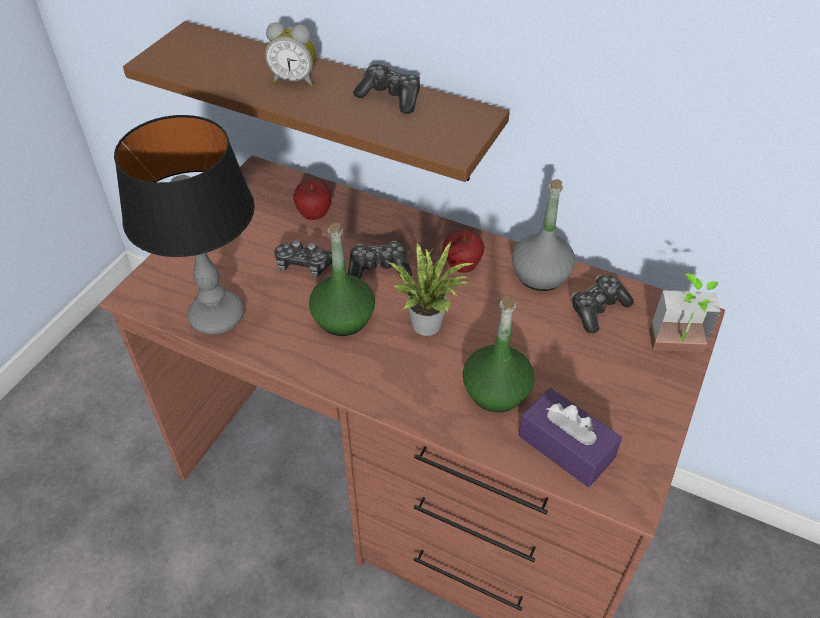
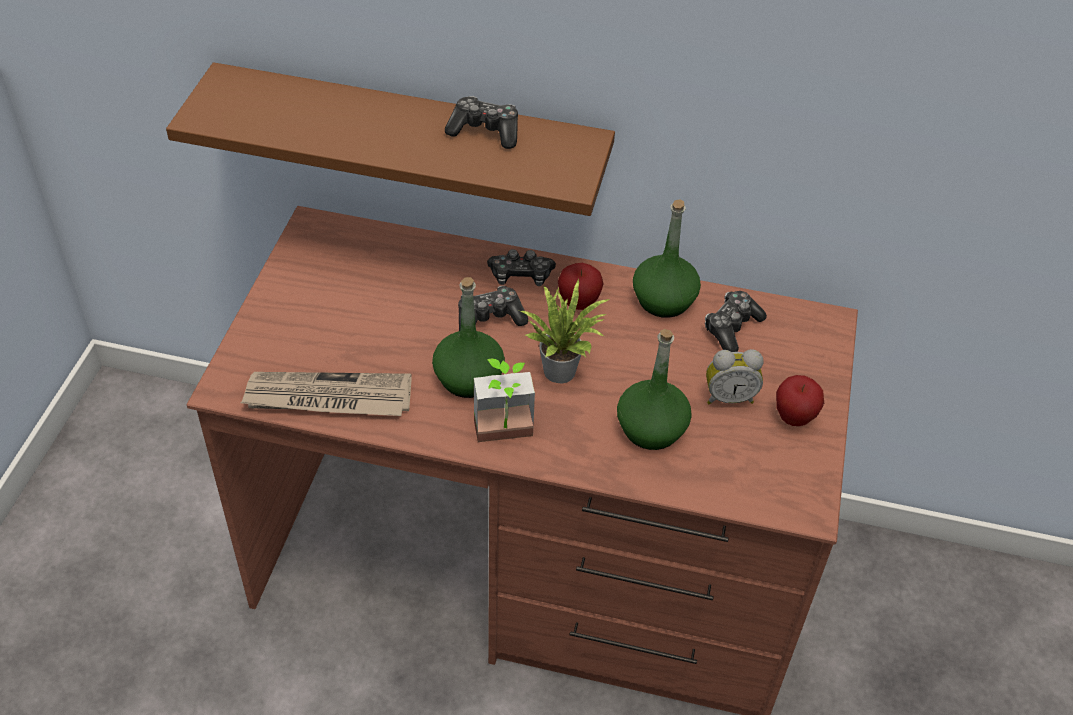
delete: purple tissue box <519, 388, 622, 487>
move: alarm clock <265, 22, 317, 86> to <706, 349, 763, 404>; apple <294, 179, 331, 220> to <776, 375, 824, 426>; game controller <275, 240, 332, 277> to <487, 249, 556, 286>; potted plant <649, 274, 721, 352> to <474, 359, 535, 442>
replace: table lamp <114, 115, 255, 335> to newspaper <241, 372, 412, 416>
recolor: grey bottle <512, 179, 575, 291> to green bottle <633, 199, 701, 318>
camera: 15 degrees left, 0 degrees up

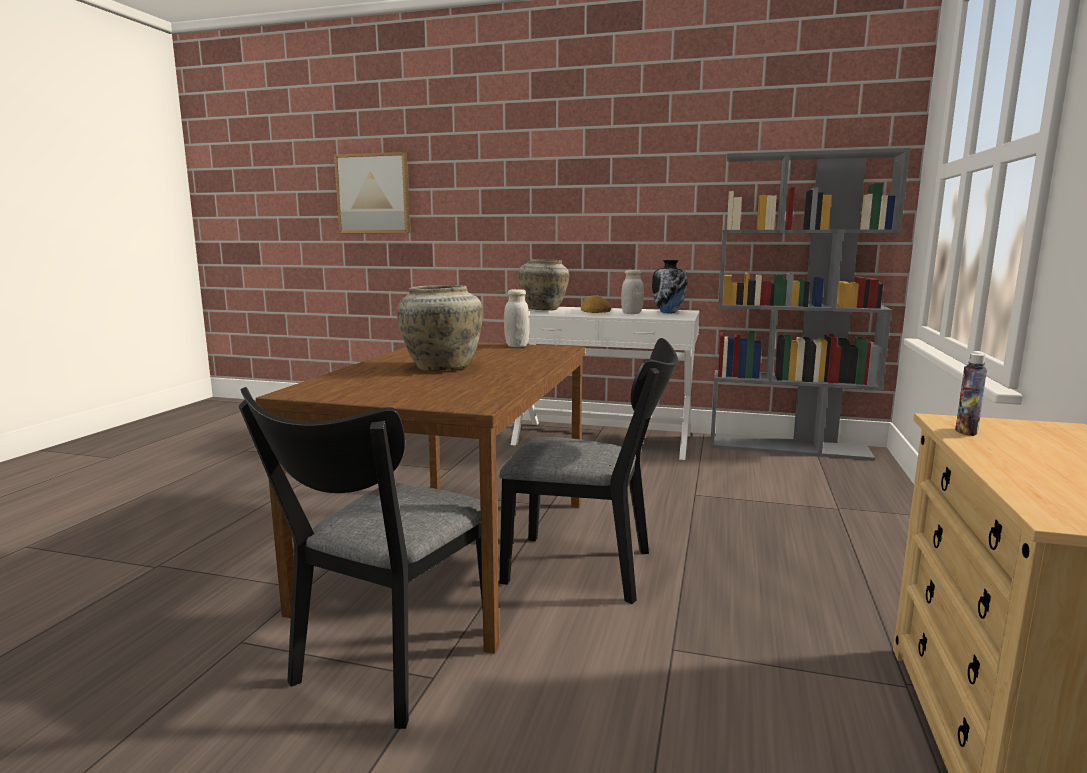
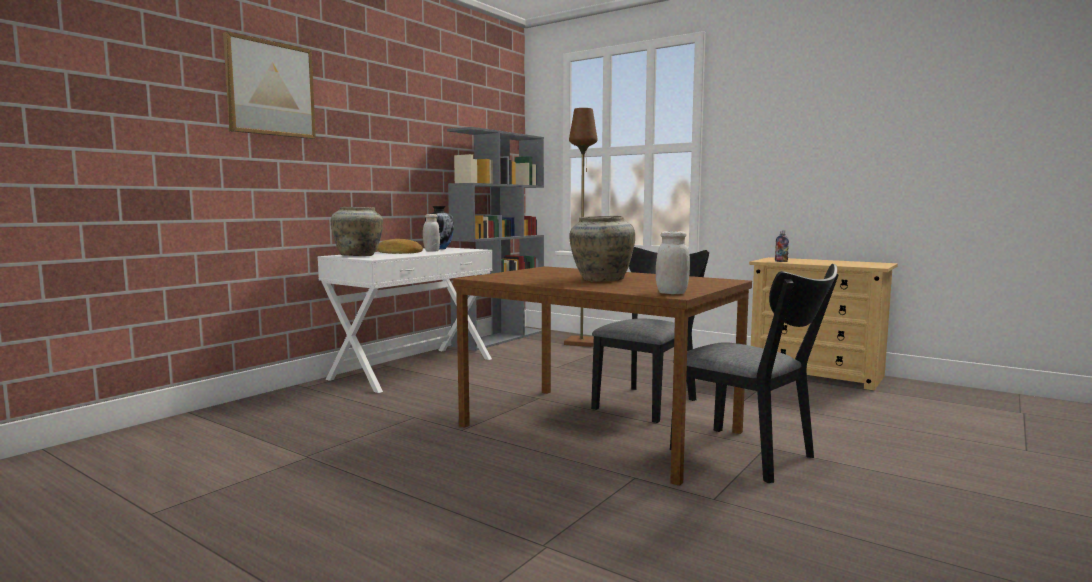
insert: brown floor lamp <564, 108, 598, 347>
move: picture <334, 152, 410, 233> to <223, 32, 316, 139>; white jar <504, 289, 530, 347> to <656, 231, 690, 294>
camera: 70 degrees left, 5 degrees down

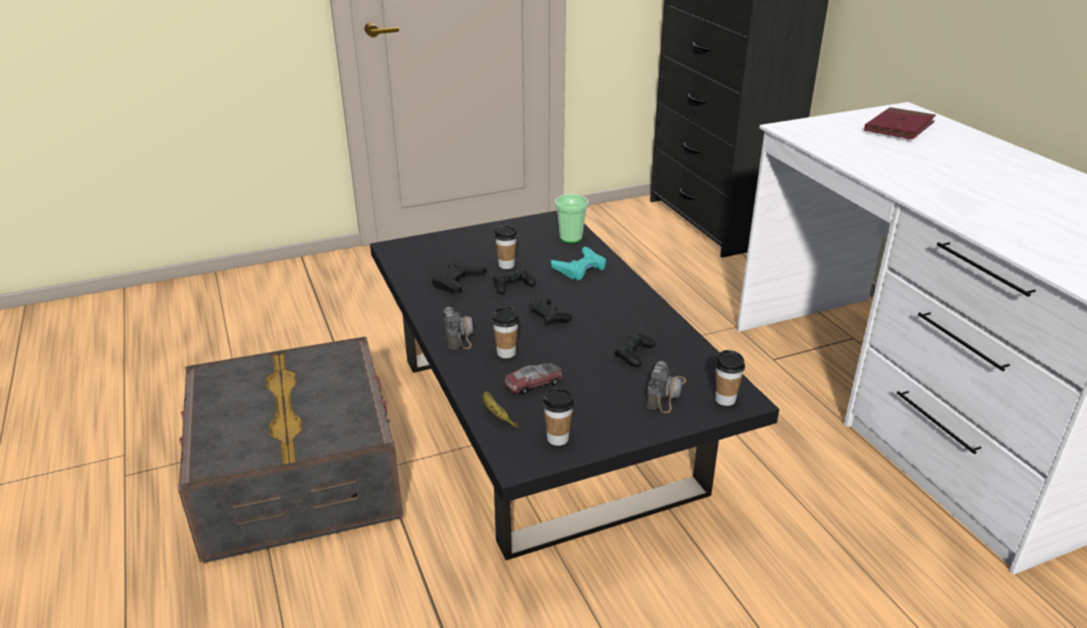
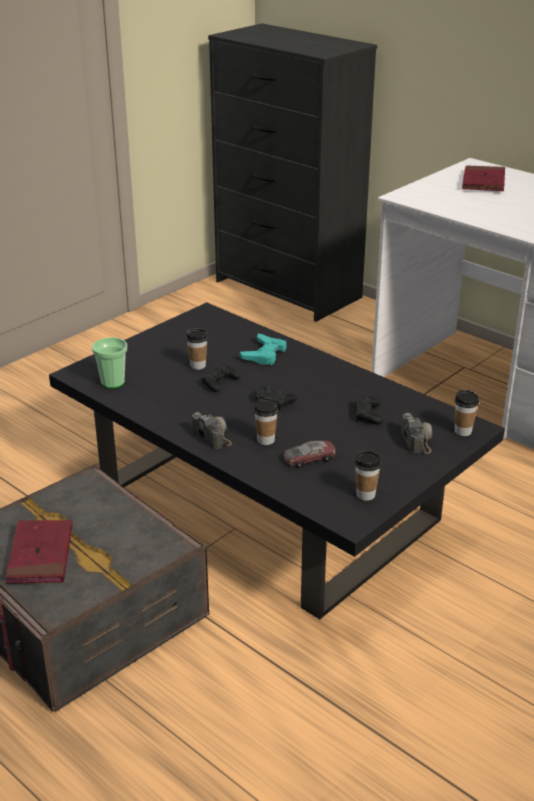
delete: black game controller <431, 260, 486, 293>; banana <482, 391, 520, 428>
insert: red book <5, 520, 73, 584>
move: cup <555, 194, 589, 243> to <92, 337, 127, 388>
rotate: toy car <504, 363, 563, 394> = <283, 441, 336, 468> 150 degrees counterclockwise
camera: 25 degrees left, 0 degrees up

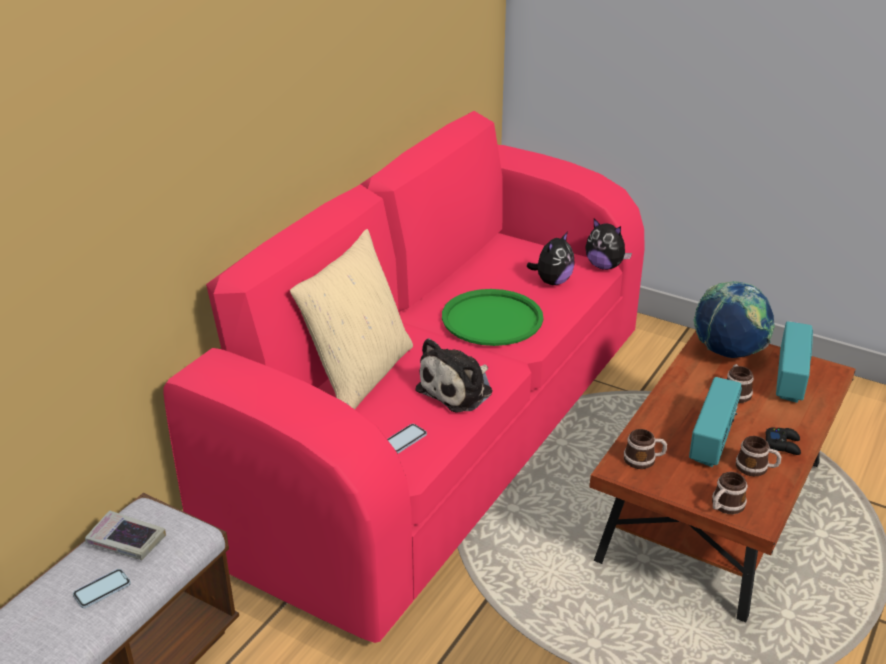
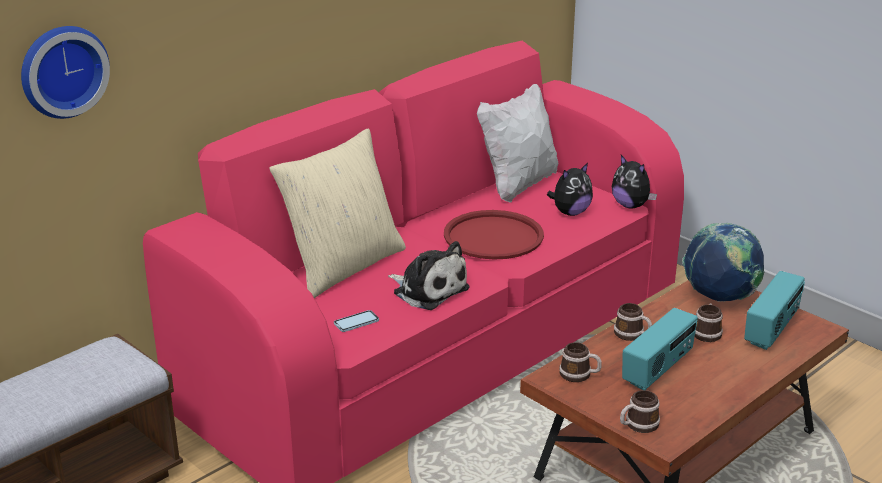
delete: black game controller <766, 427, 801, 455>; book <85, 510, 166, 560>; phone <73, 569, 131, 608>
insert: wall clock <21, 26, 110, 119>; white pillow <477, 84, 559, 203>
move: mug <736, 436, 781, 476> to <614, 303, 652, 341>
recolor: green tray <442, 289, 543, 346> to red tray <444, 210, 544, 259>
rotate: plush toy <415, 338, 493, 413> = <388, 241, 470, 310> 105 degrees counterclockwise
camera: 15 degrees right, 5 degrees down

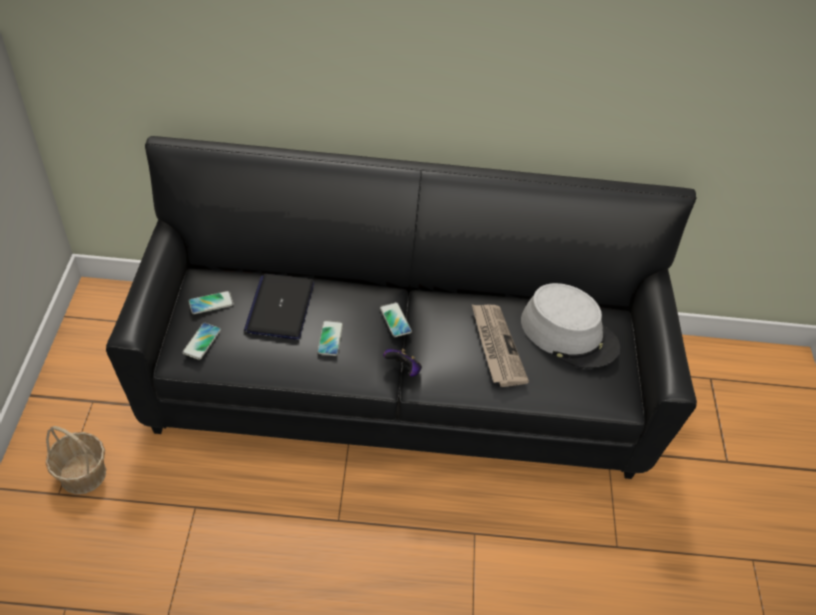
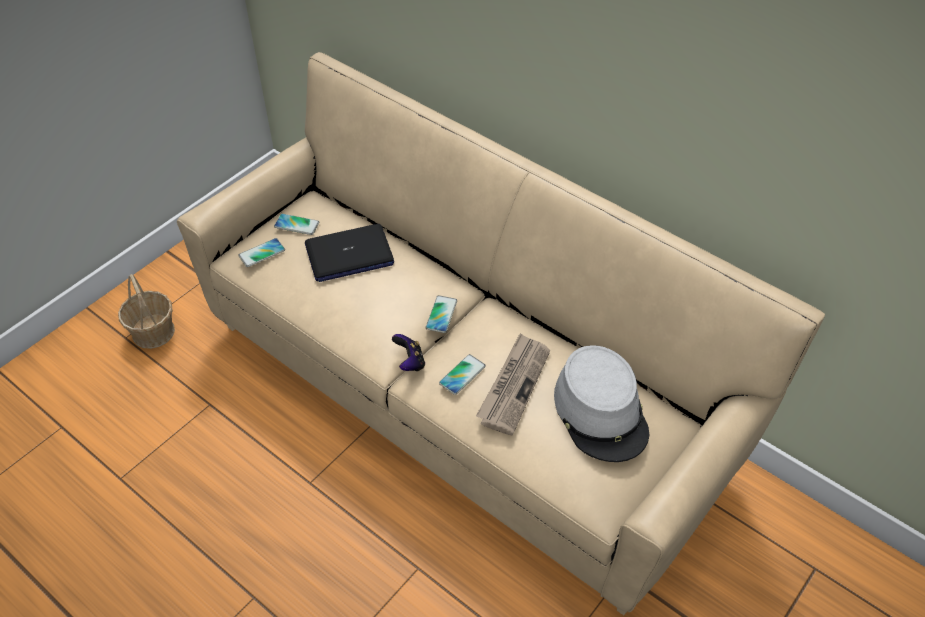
move: phone <317, 320, 343, 356> to <439, 354, 486, 395>
recolor: black sofa <106, 136, 697, 479> to beige sofa <177, 52, 825, 615>
rotate: laptop <244, 274, 314, 340> = <305, 224, 394, 282> 150 degrees counterclockwise
camera: 40 degrees right, 0 degrees up

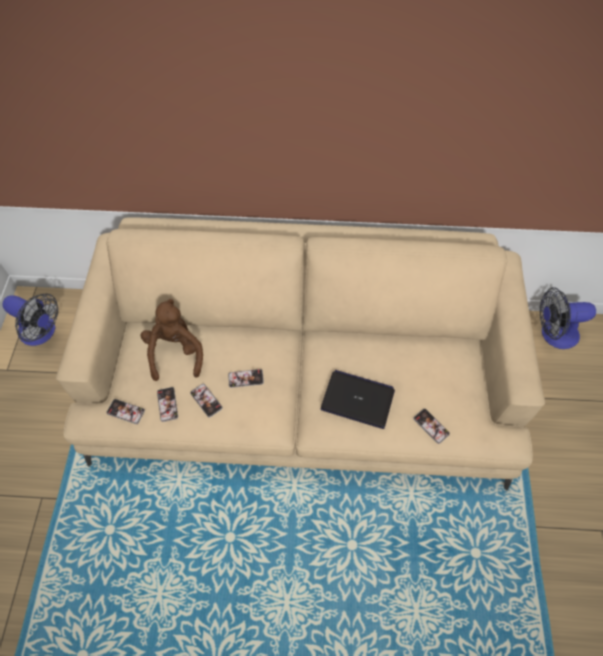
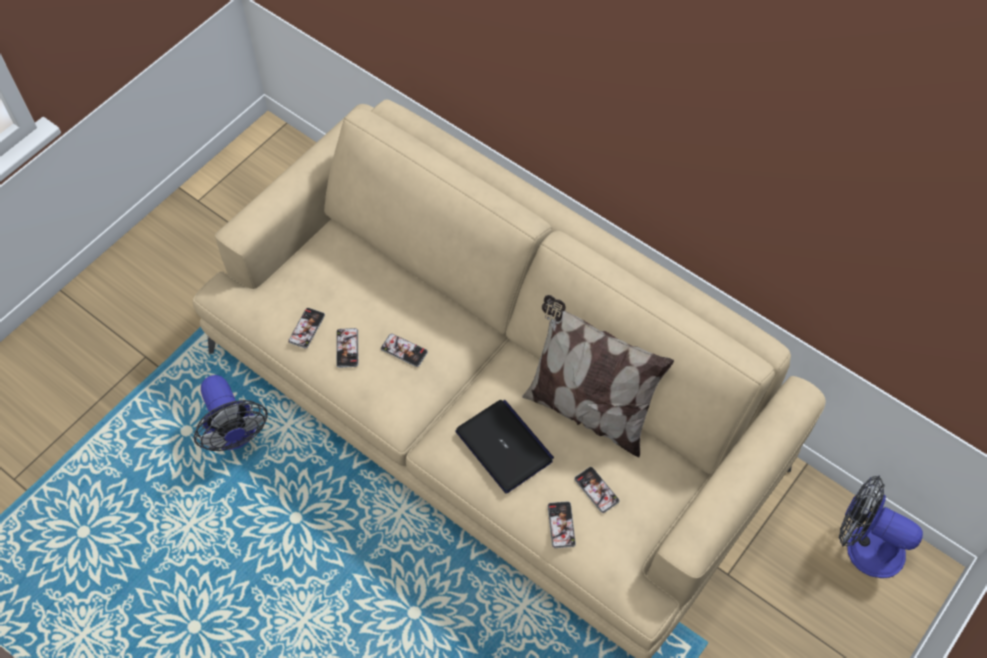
delete: brown plush toy <140, 299, 203, 381>
insert: pillow <522, 295, 674, 458>
move: fan <2, 293, 58, 346> to <194, 375, 268, 451>; phone <106, 399, 145, 424> to <574, 467, 619, 513>
camera: 35 degrees right, 0 degrees up

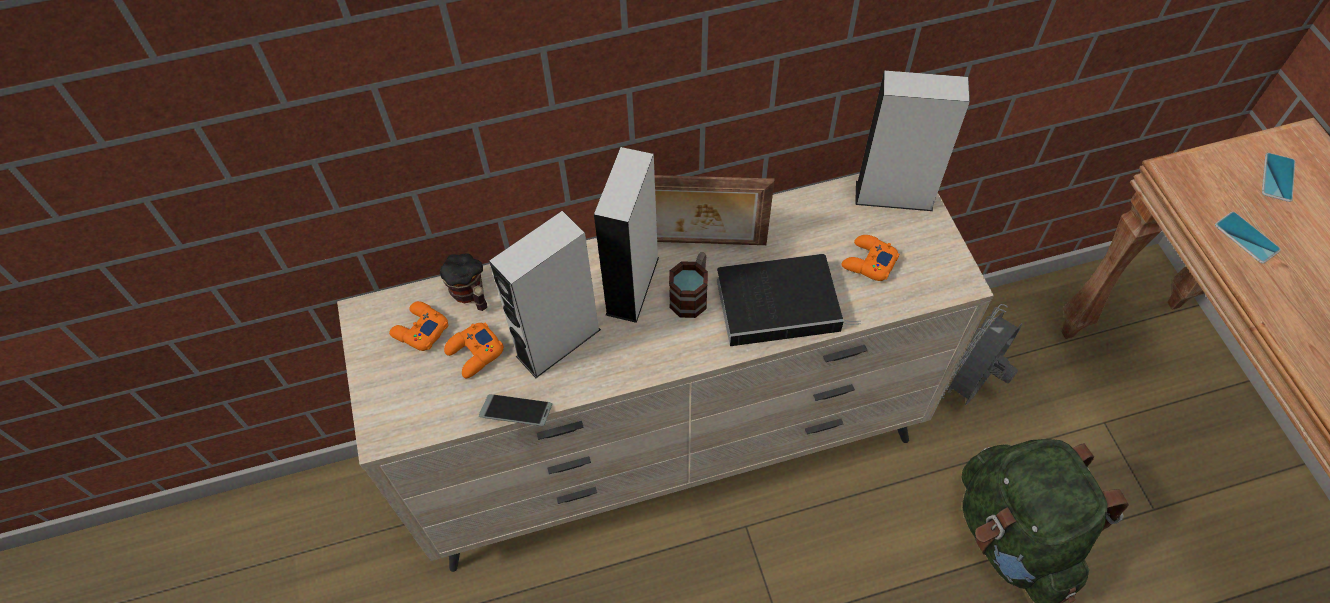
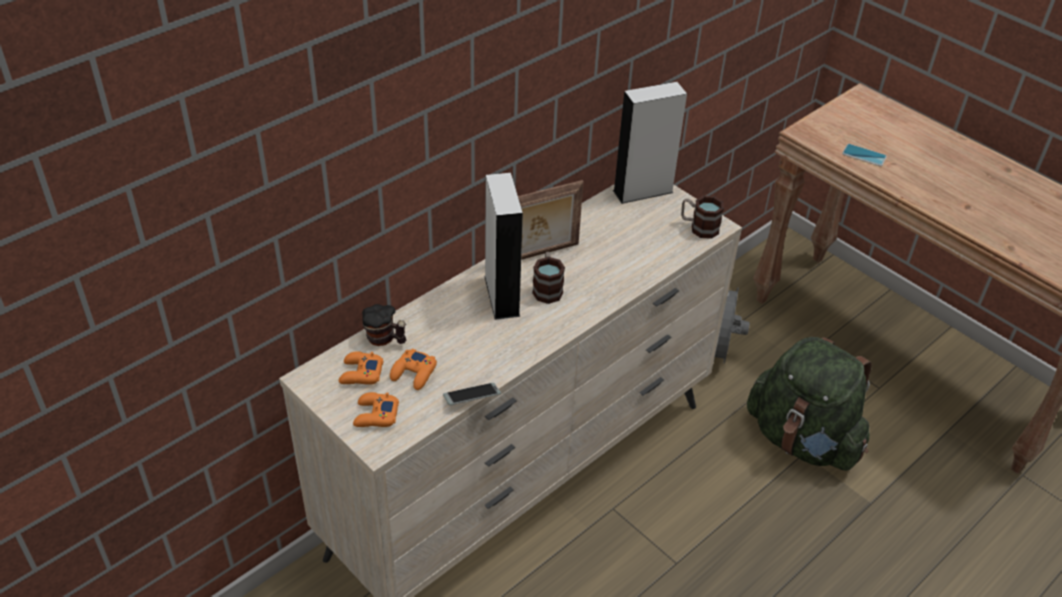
delete: phone <1262, 153, 1295, 202>; grey speaker <489, 211, 601, 378>; book <717, 254, 861, 346>
insert: mug <681, 195, 724, 239>
move: orange game controller <842, 235, 899, 281> to <353, 392, 399, 427>
camera: 30 degrees left, 15 degrees down

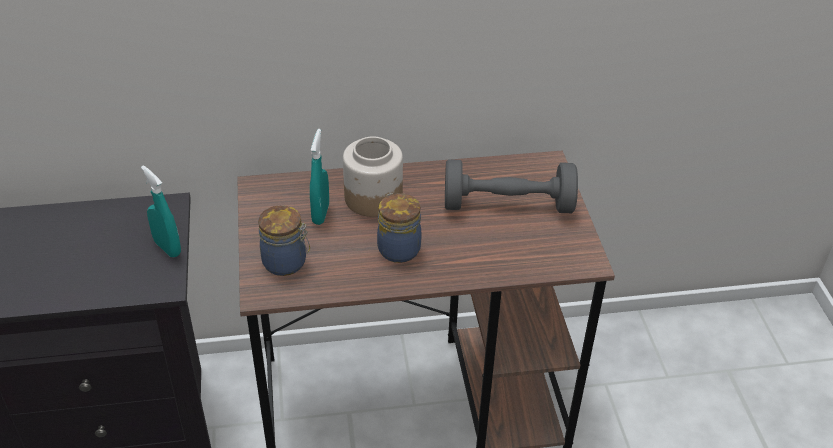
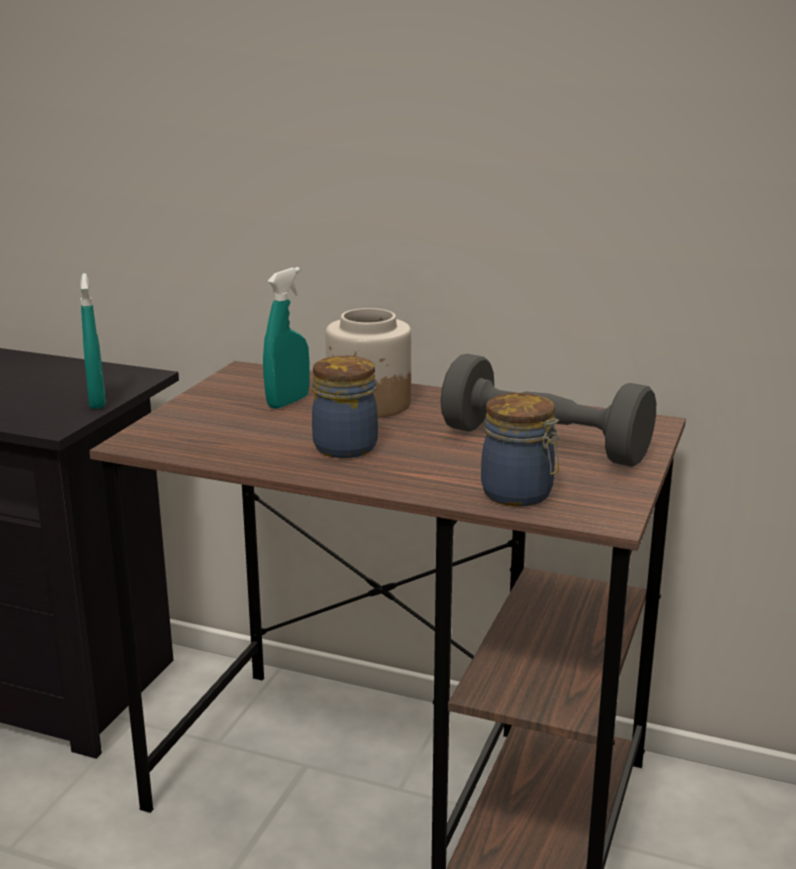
move: jar <258, 205, 310, 276> to <481, 393, 559, 507>
camera: 30 degrees right, 20 degrees down

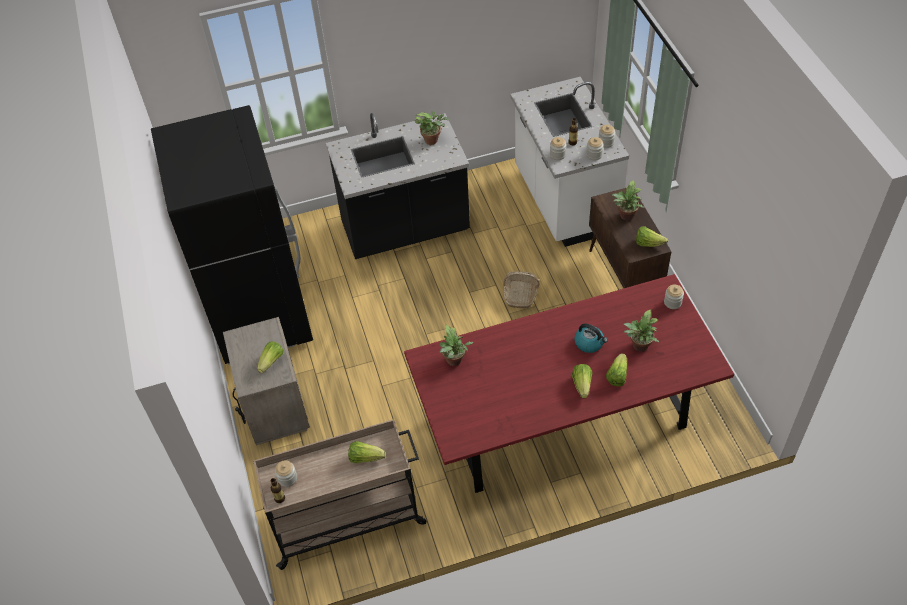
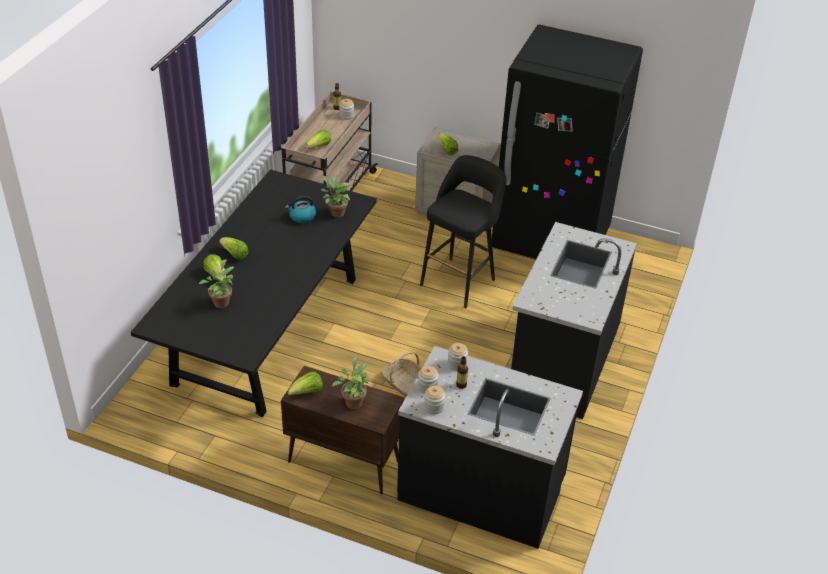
delete: potted plant <414, 111, 449, 145>; jar <664, 285, 684, 309>
insert: black stool <420, 155, 507, 308>
move: kettle <574, 324, 608, 353> to <285, 195, 316, 223>
recolor: white counter <510, 77, 629, 247> to black counter <397, 346, 583, 549>; red dining table <404, 274, 734, 493> to black dining table <131, 169, 377, 417>
camera: 125 degrees right, 10 degrees down

